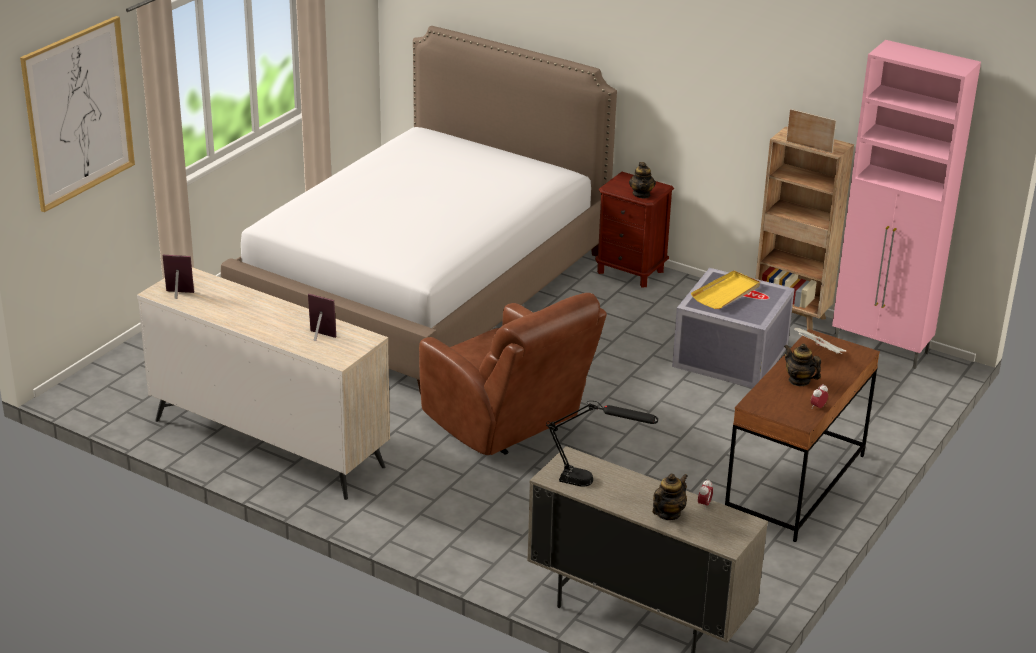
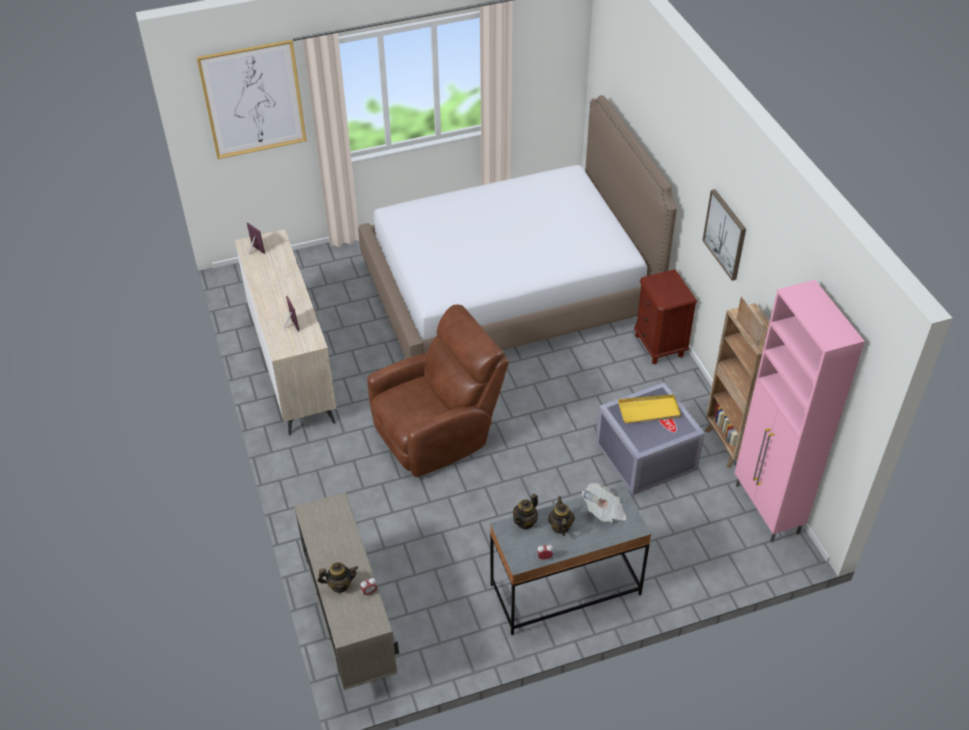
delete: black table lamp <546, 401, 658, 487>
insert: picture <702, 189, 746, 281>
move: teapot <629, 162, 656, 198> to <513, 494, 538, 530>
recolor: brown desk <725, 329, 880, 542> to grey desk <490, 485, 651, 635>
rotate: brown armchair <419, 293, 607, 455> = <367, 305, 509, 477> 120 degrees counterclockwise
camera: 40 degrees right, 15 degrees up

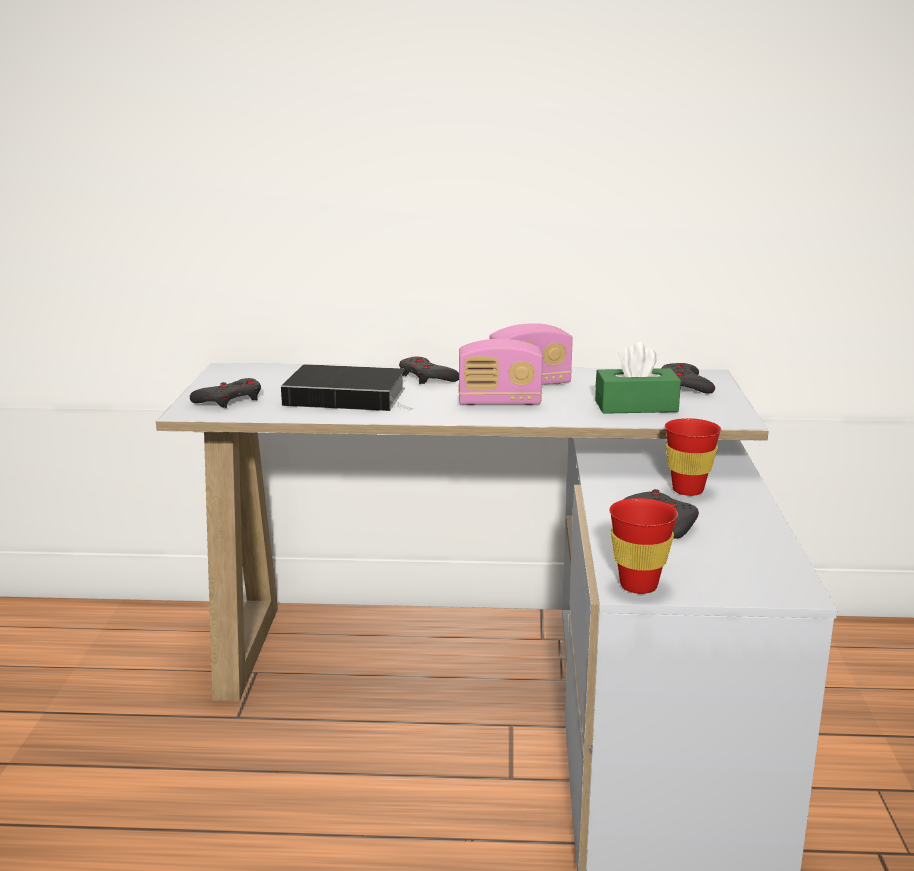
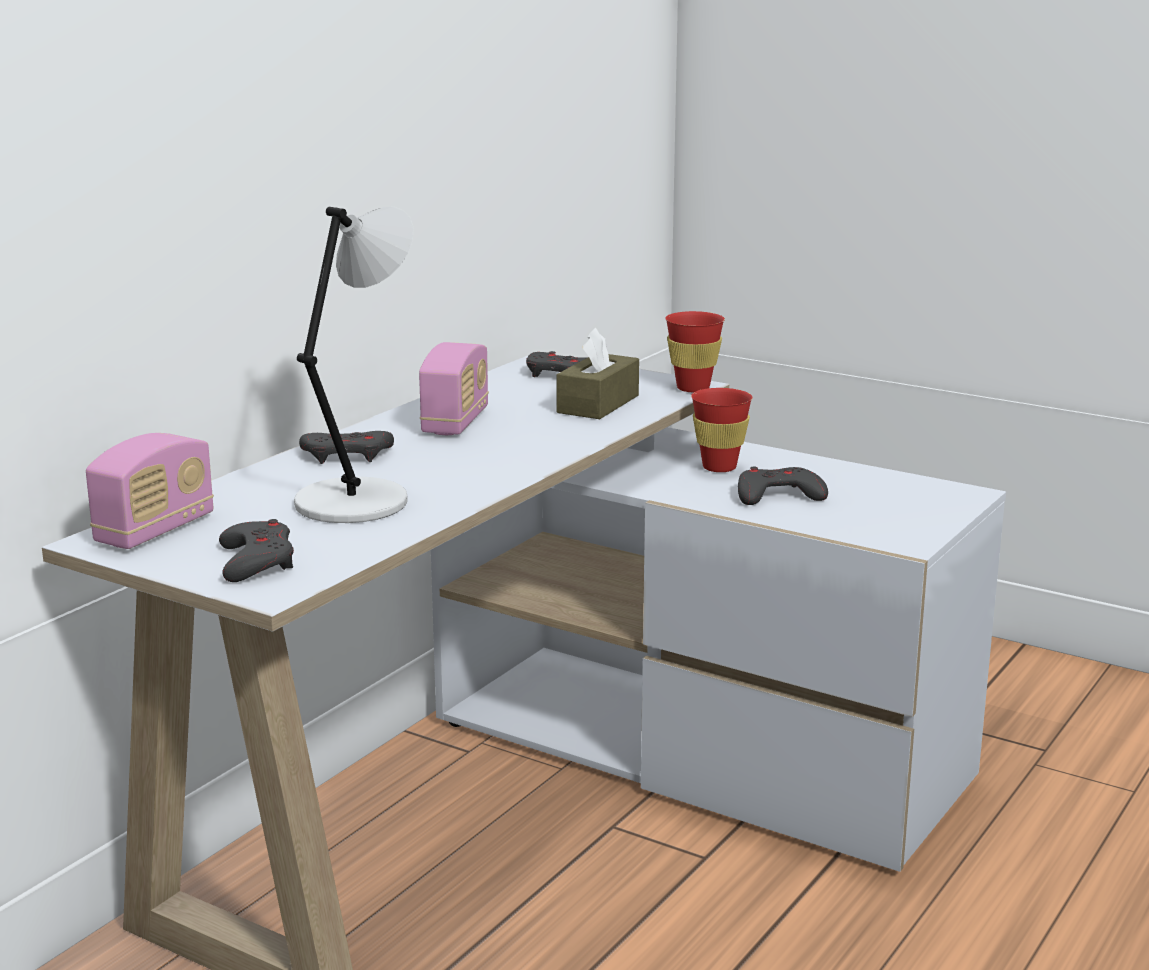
move: radio <458, 339, 543, 405> to <86, 433, 214, 549>; red cup <609, 498, 678, 594> to <665, 311, 725, 392>
replace: book <281, 364, 413, 411> to grey table lamp <294, 207, 414, 523>
recolor: green tissue box <595, 342, 681, 414> to brown tissue box <556, 328, 639, 419>
camera: 60 degrees left, 0 degrees up

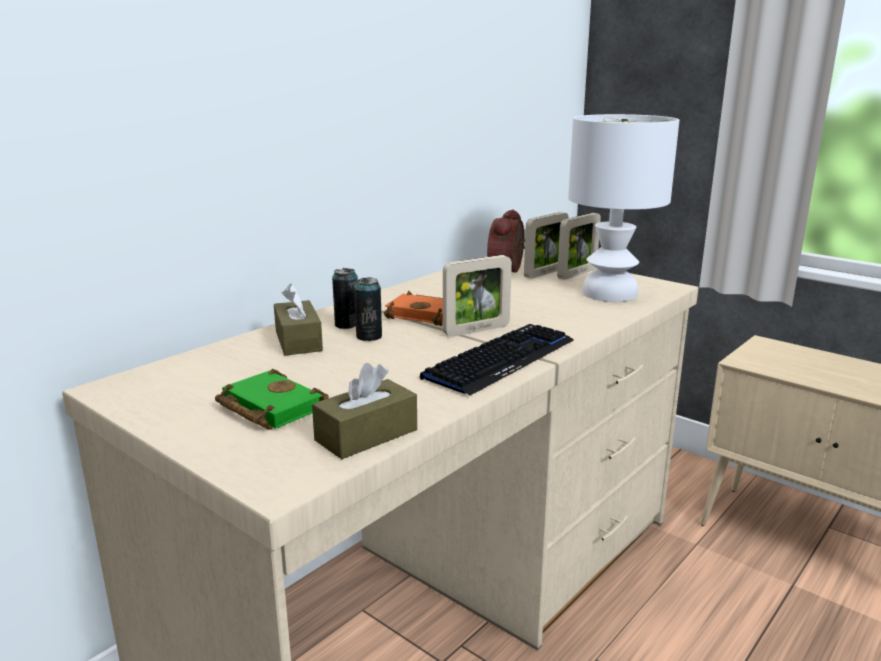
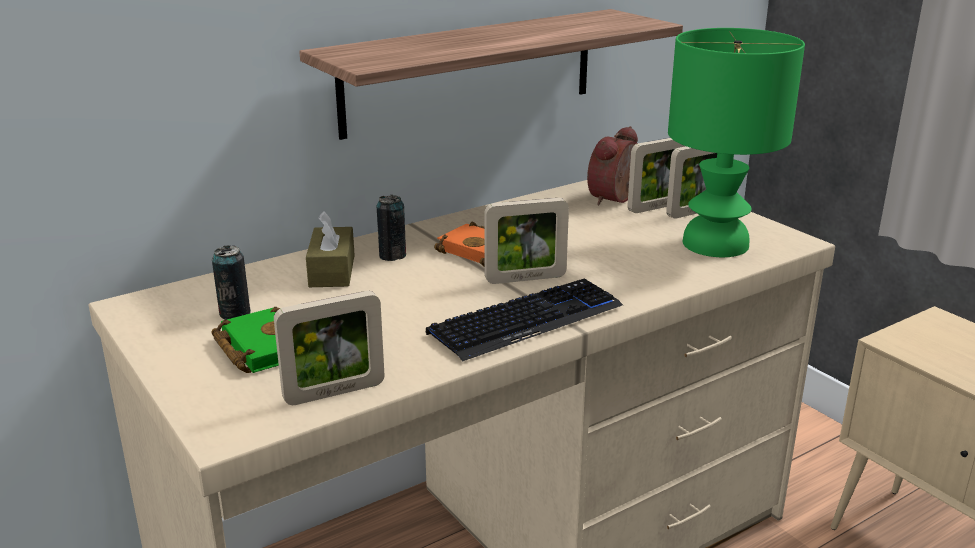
insert: shelf <299, 9, 683, 140>
move: can <354, 277, 382, 341> to <212, 245, 251, 320>
replace: brown tissue box <312, 363, 417, 459> to picture frame <274, 291, 384, 405>
recolor: white table lamp <568, 114, 679, 302> to green table lamp <668, 28, 805, 257>
camera: 15 degrees right, 5 degrees up

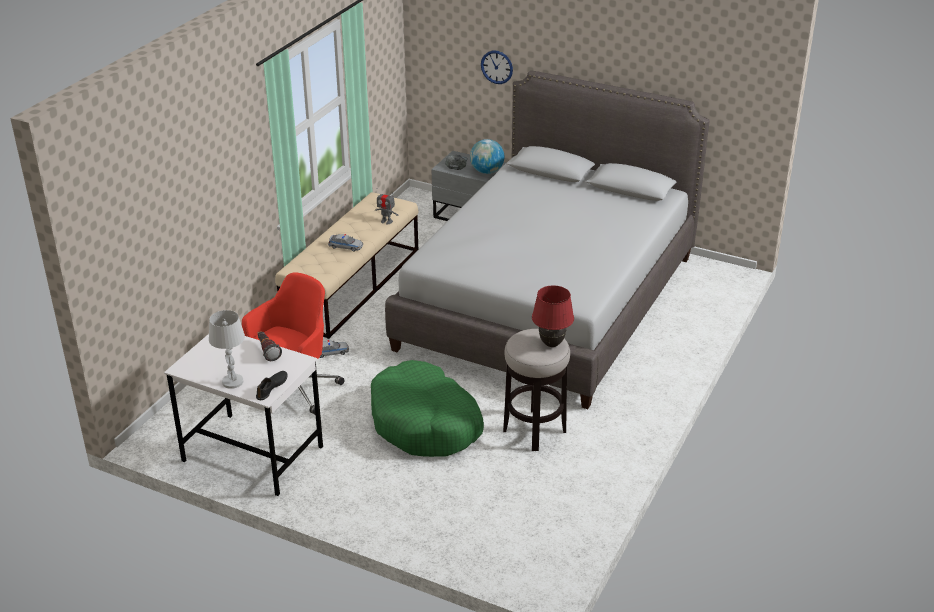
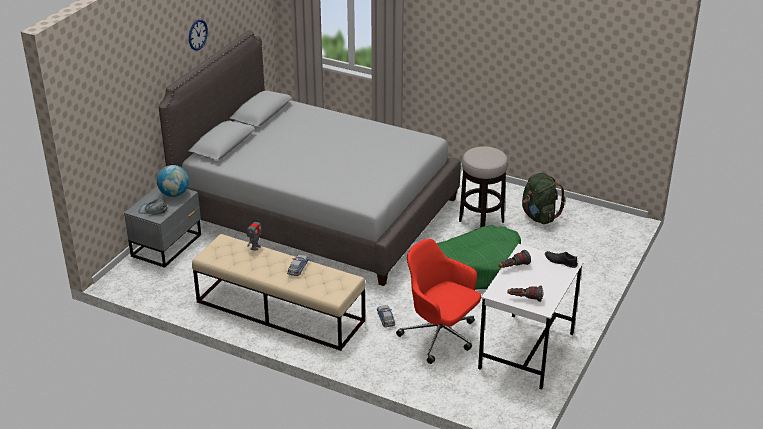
delete: red table lamp <532, 285, 574, 347>; white table lamp <209, 310, 245, 389>
insert: green backpack <522, 173, 566, 224>; flashlight <507, 285, 543, 302>
move: wall clock <481, 51, 513, 84> to <189, 19, 208, 51>
camera: 90 degrees left, 0 degrees up

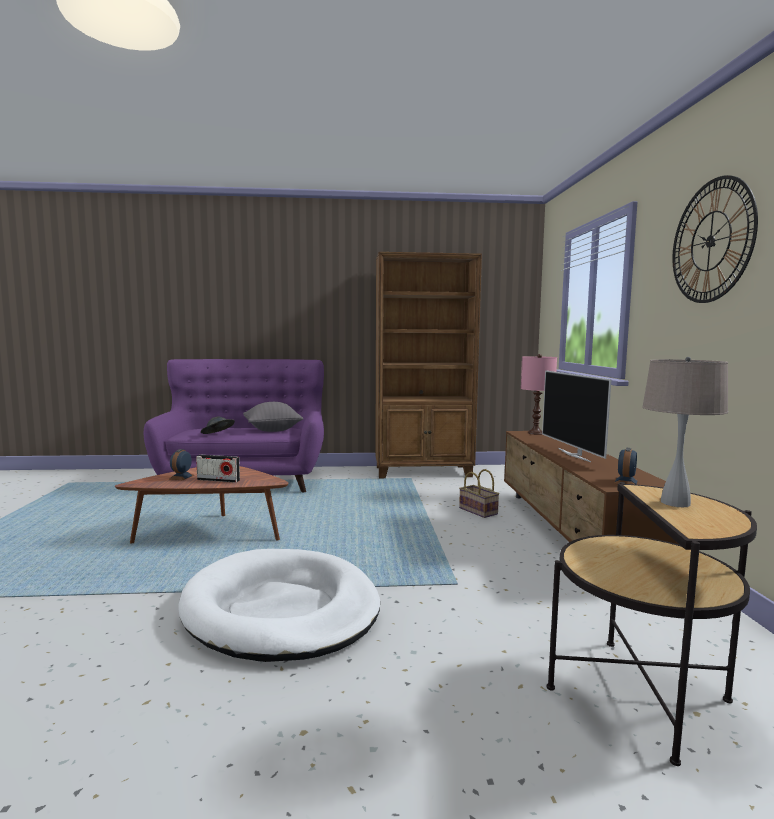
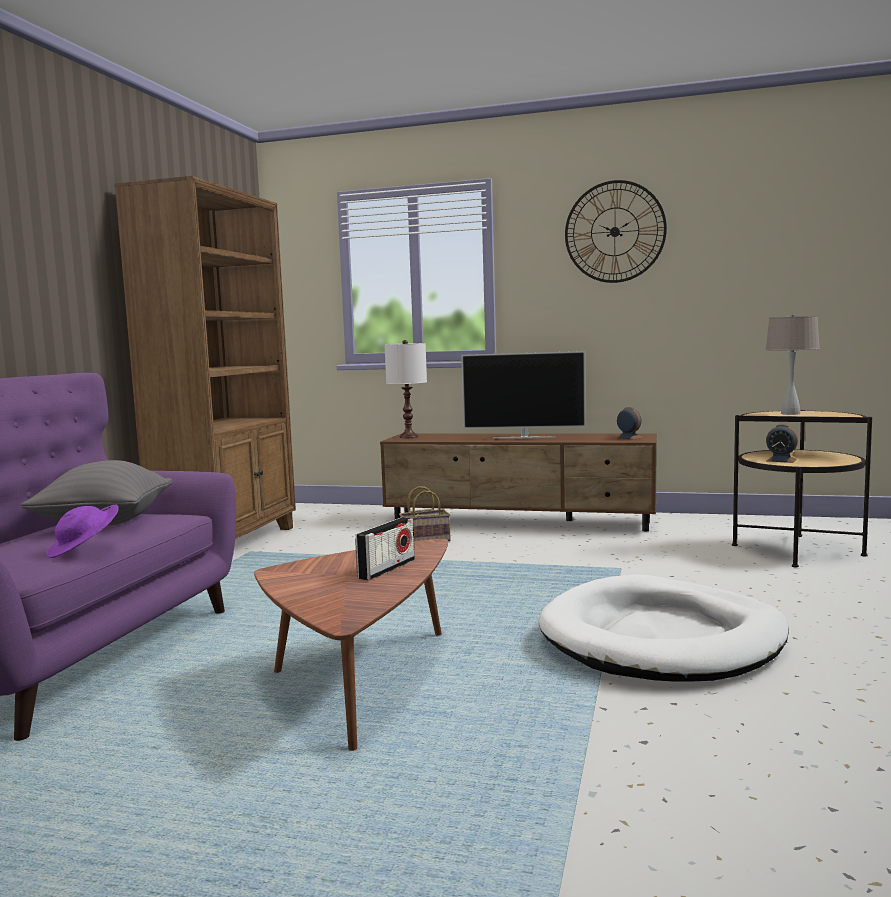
move: alarm clock <169, 449, 194, 480> to <766, 424, 798, 463>
recolor: pink table lamp <521, 354, 557, 435> to white table lamp <384, 340, 427, 438>; grey hat <201, 417, 235, 434> to purple hat <47, 505, 119, 558>
camera: 70 degrees left, 0 degrees up

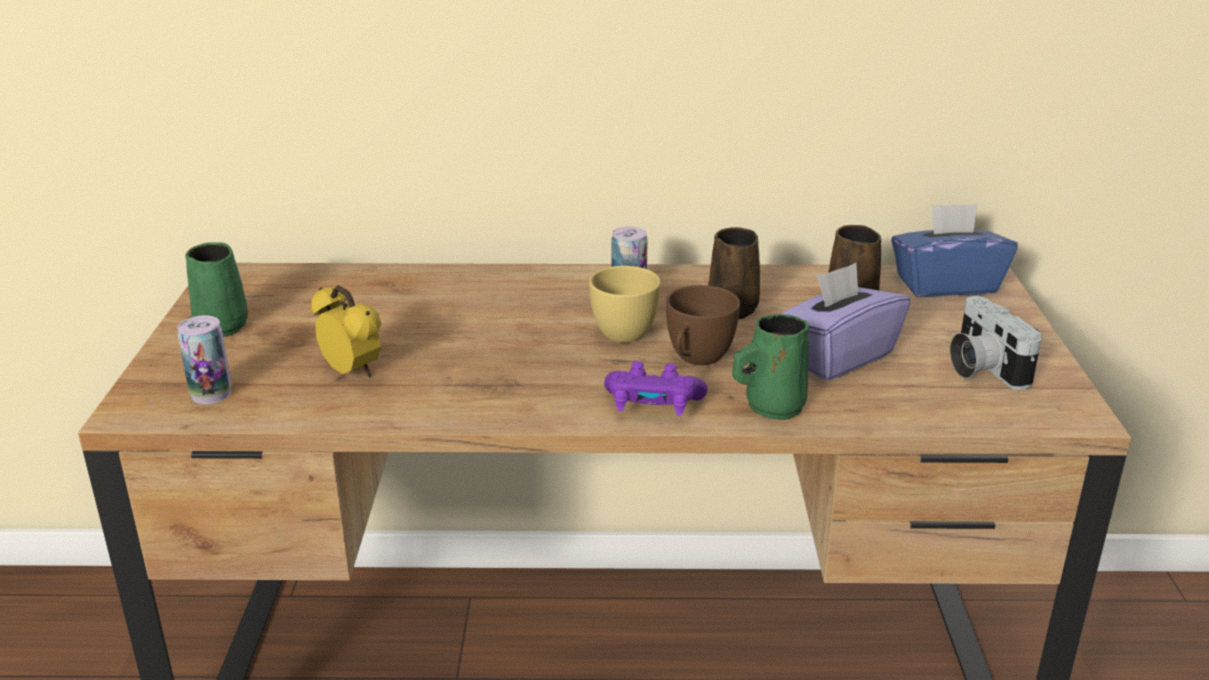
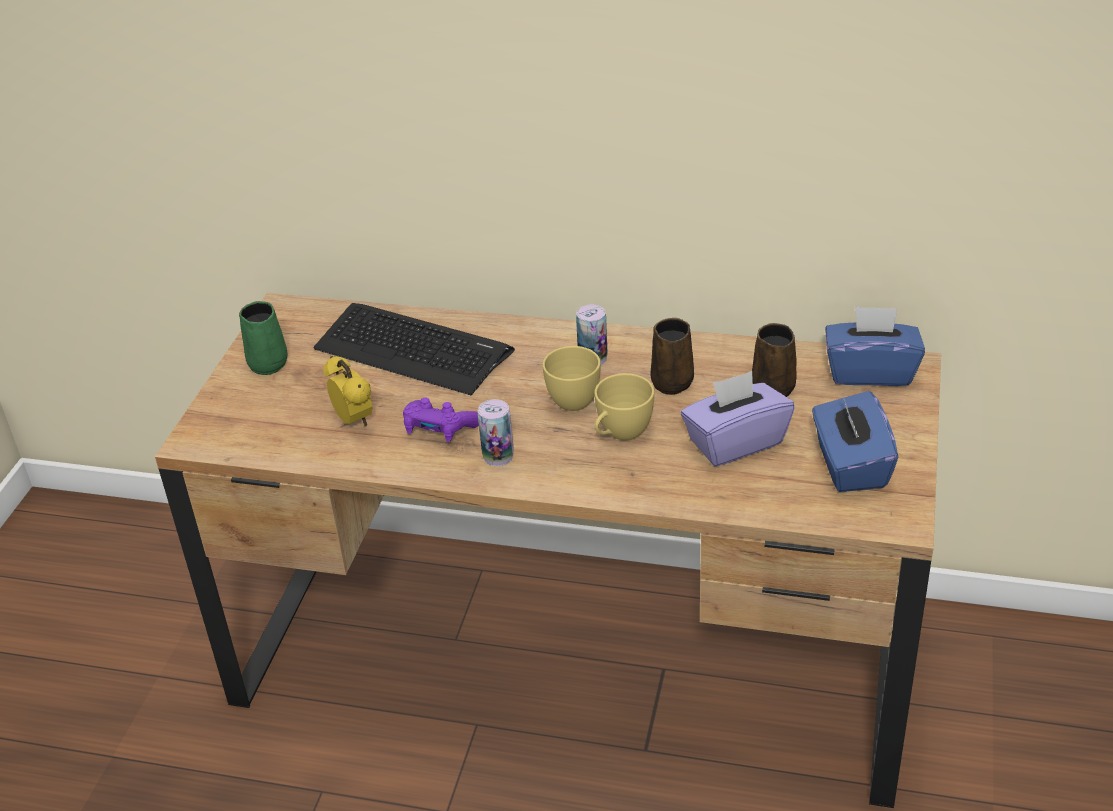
delete: green mug <732, 314, 809, 420>
insert: keyboard <313, 303, 515, 395>
move: can <177, 315, 231, 404> to <478, 399, 514, 466>; purple game controller <604, 361, 708, 416> to <403, 398, 479, 442>
replace: photo camera <950, 296, 1042, 390> to blue tissue box <812, 391, 898, 492>
recolor: brown cup <666, 285, 740, 365> to yellow cup <595, 373, 654, 440>
camera: 15 degrees right, 10 degrees up

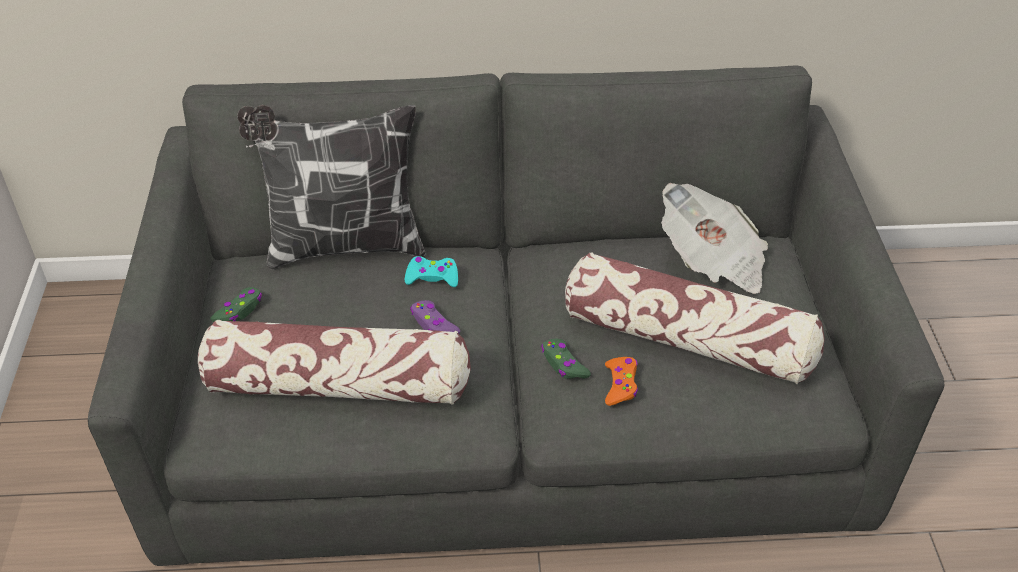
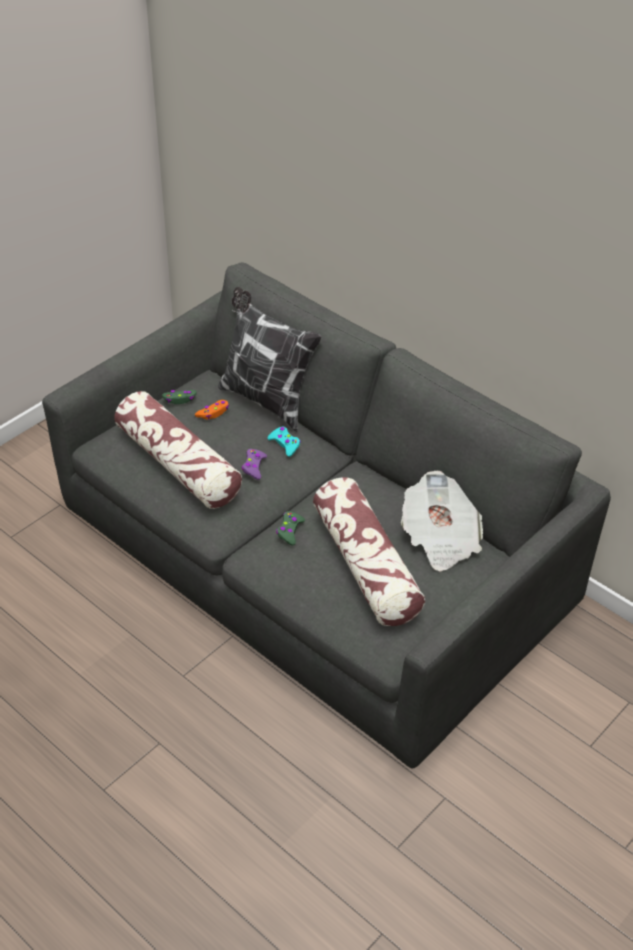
move: orange game controller <605, 357, 638, 406> to <195, 400, 229, 420>
camera: 45 degrees right, 0 degrees up

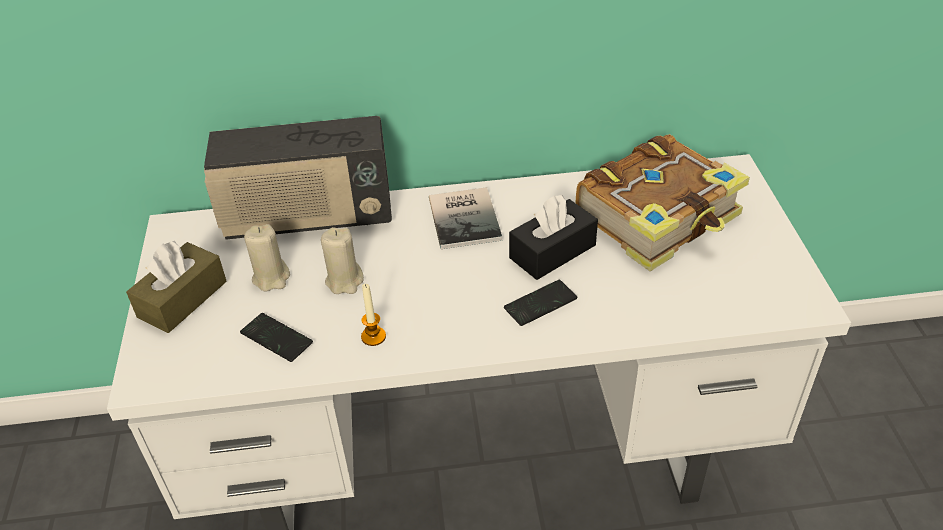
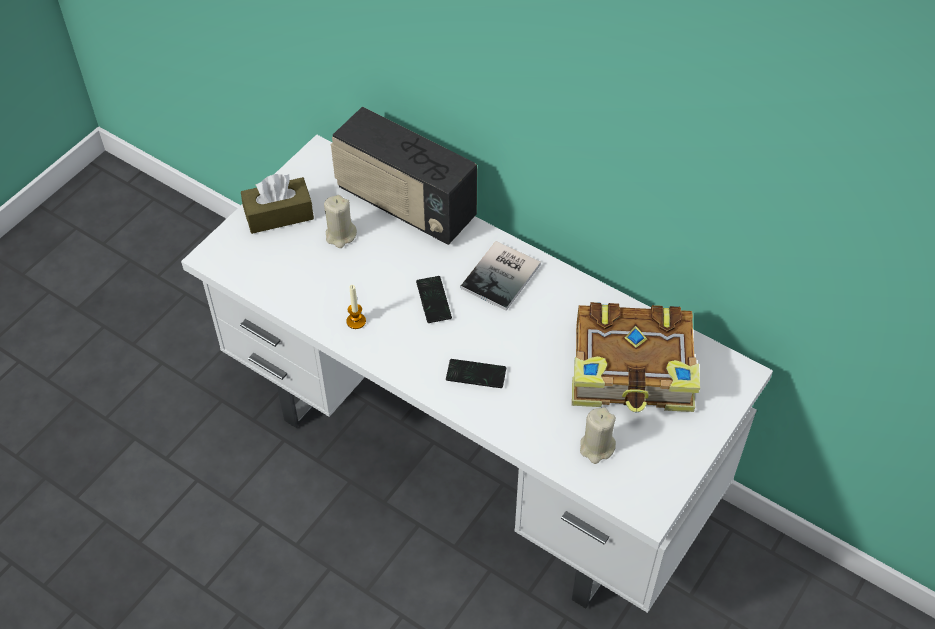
delete: black tissue box <509, 195, 598, 280>
move: beige candle <321, 227, 364, 294> to <580, 407, 616, 464>; phone <240, 313, 313, 362> to <416, 276, 452, 323>
camera: 40 degrees right, 10 degrees up

